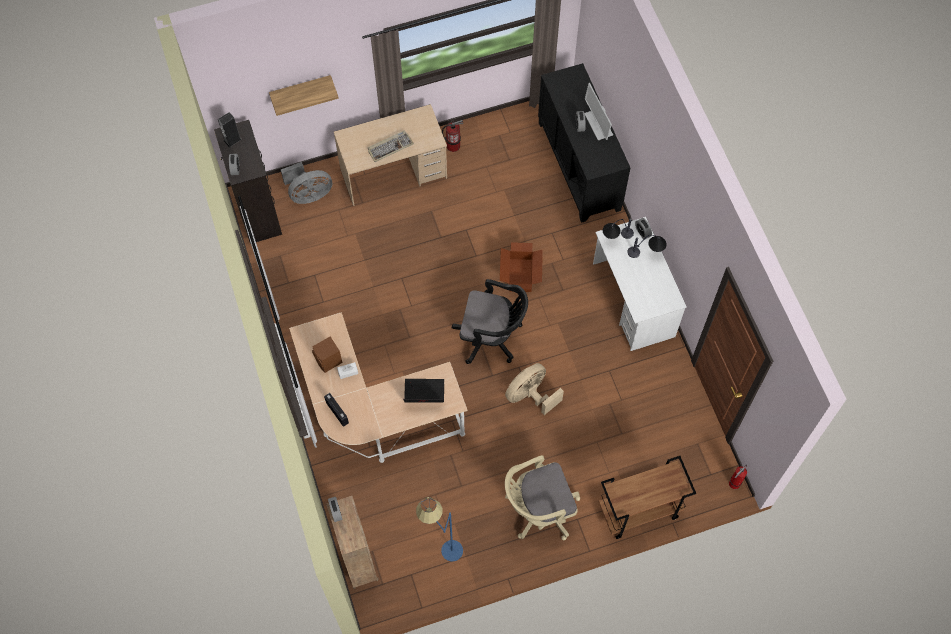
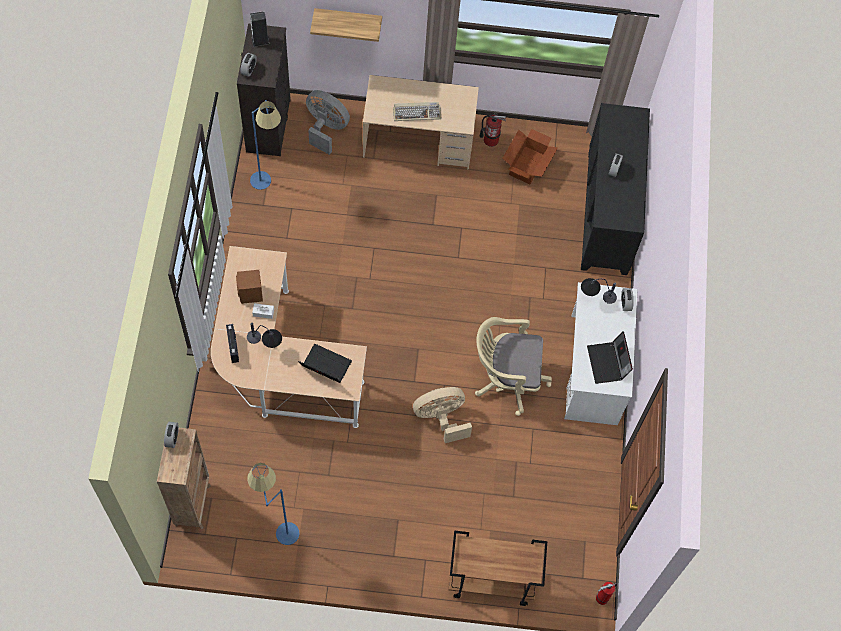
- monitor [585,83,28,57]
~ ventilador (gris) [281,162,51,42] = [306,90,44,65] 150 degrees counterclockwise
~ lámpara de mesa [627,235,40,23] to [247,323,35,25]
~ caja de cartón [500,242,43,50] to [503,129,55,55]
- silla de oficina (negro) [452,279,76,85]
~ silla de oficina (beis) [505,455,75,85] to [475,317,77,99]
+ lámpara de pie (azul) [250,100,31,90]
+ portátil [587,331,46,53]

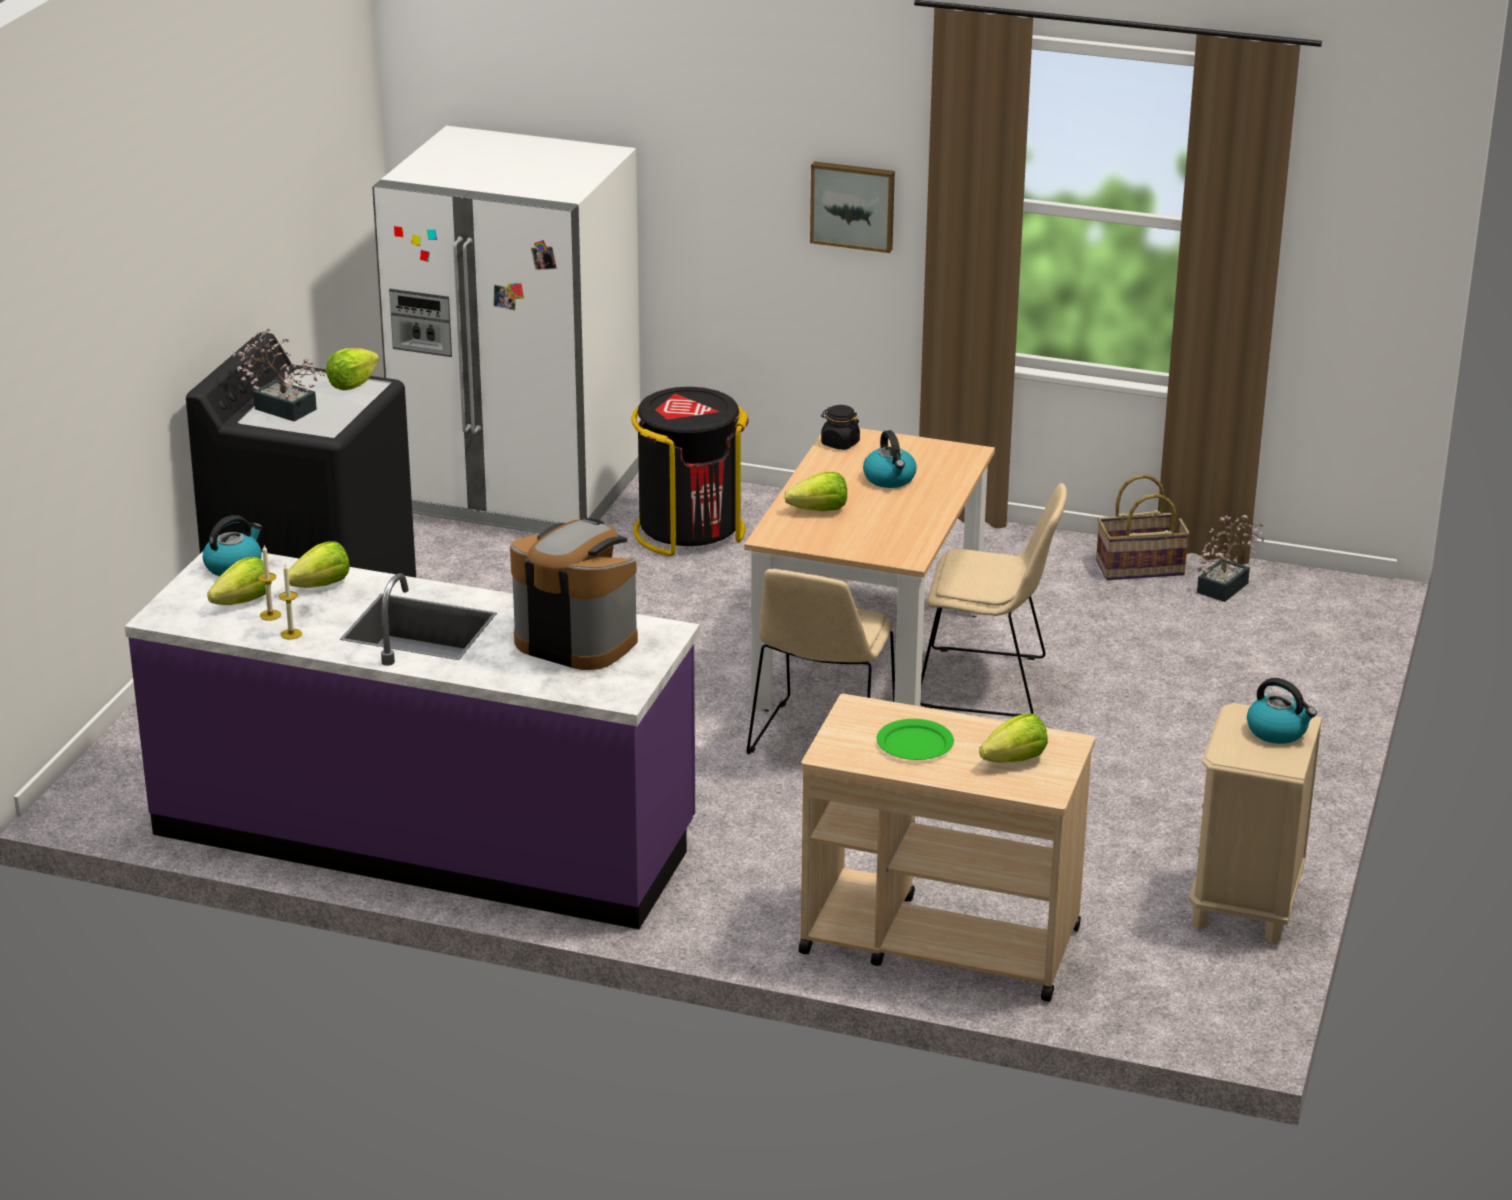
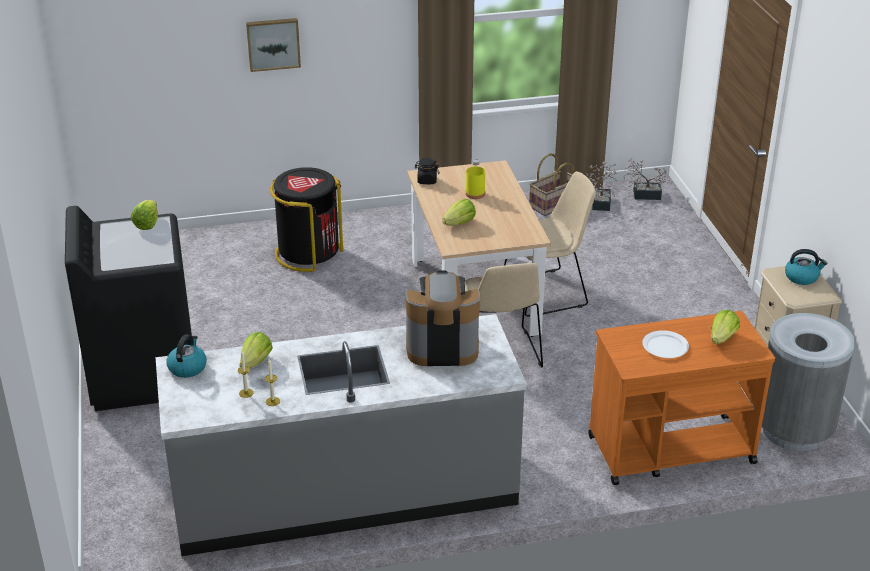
- nevera (blanco) [372,126,268,407]
~ cuadro [810,161,85,92] to [246,18,55,54]
~ planta en maceta [233,329,92,93] to [623,158,47,42]
~ hervidor [863,430,54,58] to botella (amarillo) [466,160,19,39]
~ mueble bajo de cocina (morado) [125,551,575,378] to mueble bajo de cocina (gris) [155,314,372,242]
- lechuga [207,557,65,48]
~ carrito (beis) [798,694,297,308] to carrito (naranja) [588,311,187,174]
~ plato (verde) [877,719,77,41] to plato (blanco) [642,330,47,28]
+ papelera (gris) [762,313,93,138]

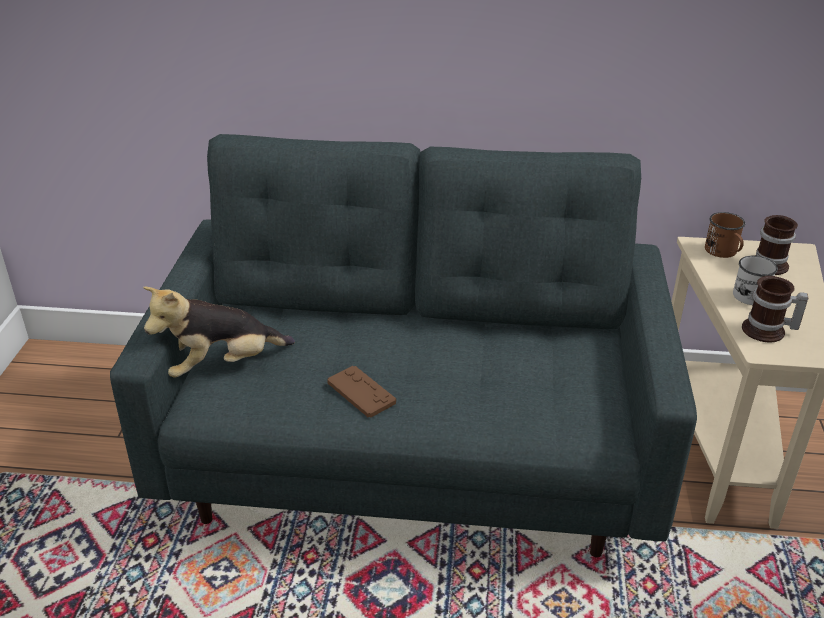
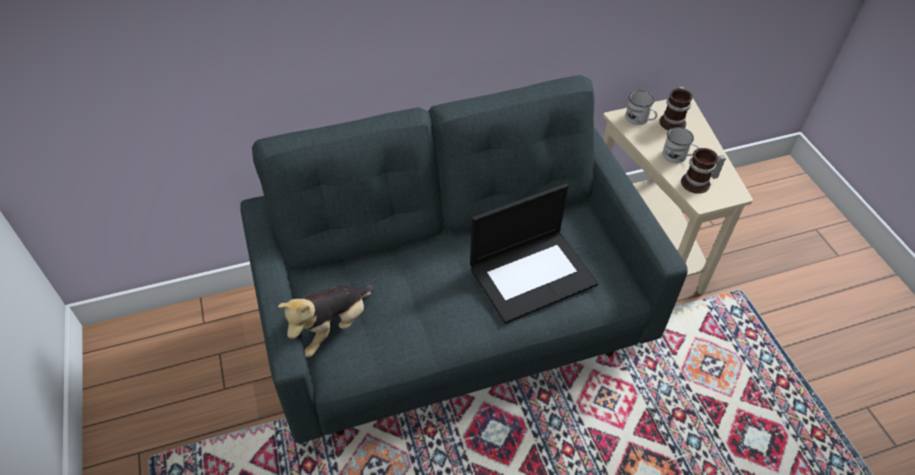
~ taza grande (marrón) [705,212,40,46] to taza grande (blanco) [625,91,32,34]
- mando de consola (marrón) [327,366,69,52]
+ portátil [470,183,128,141]

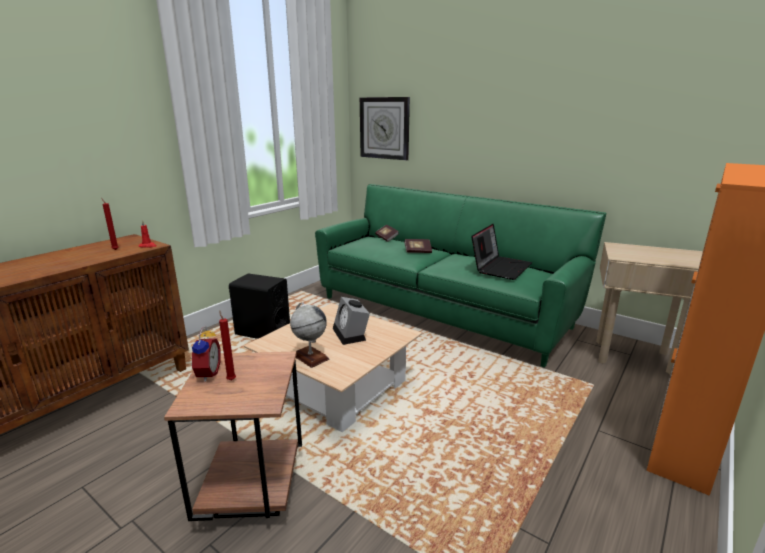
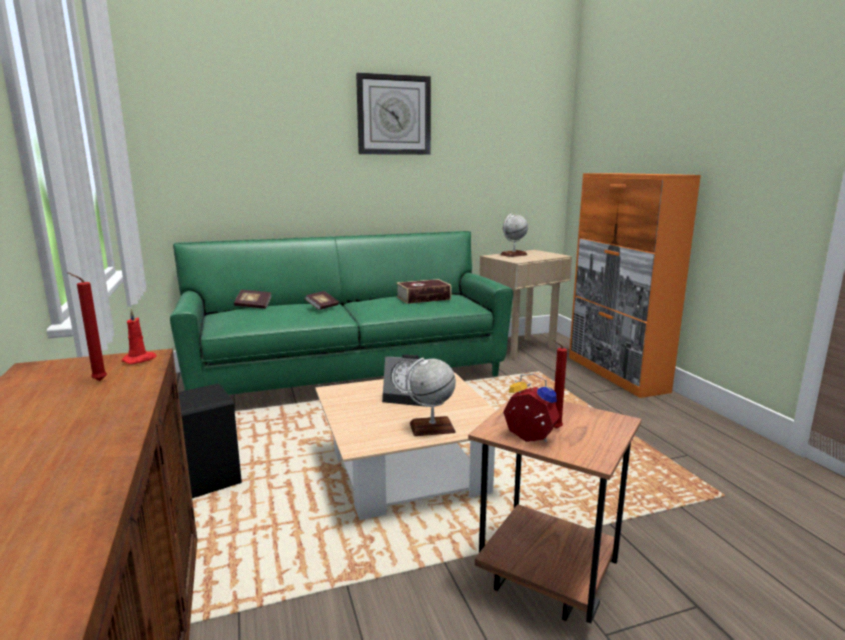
~ reloj de pared [360,97,50,63] to [356,73,75,82]
~ portátil [471,224,61,56] to libro [396,279,56,25]
+ globo terráqueo [500,214,28,43]

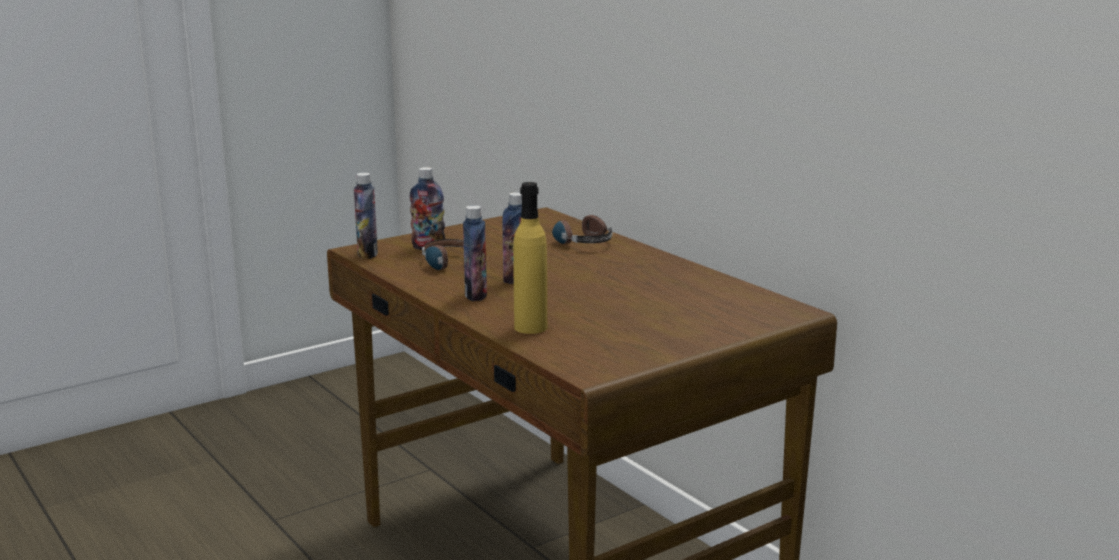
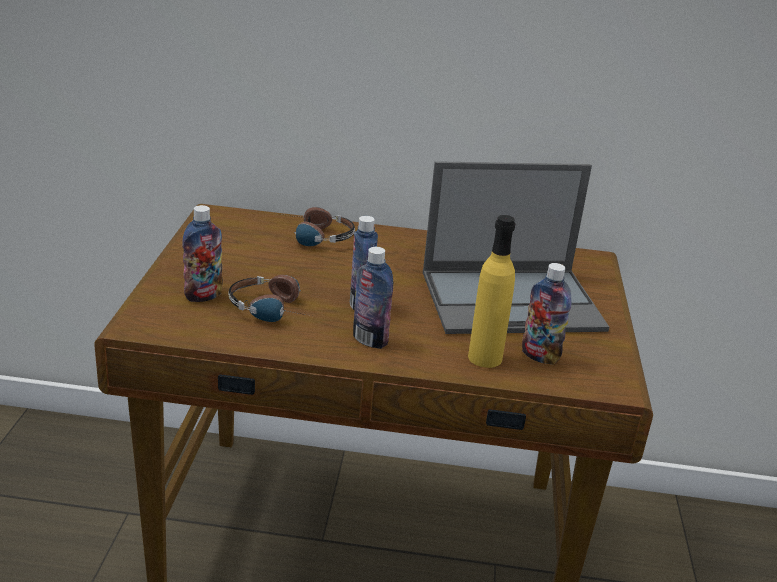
~ botella [354,172,24,87] to [522,263,50,102]
+ portátil [423,161,186,173]

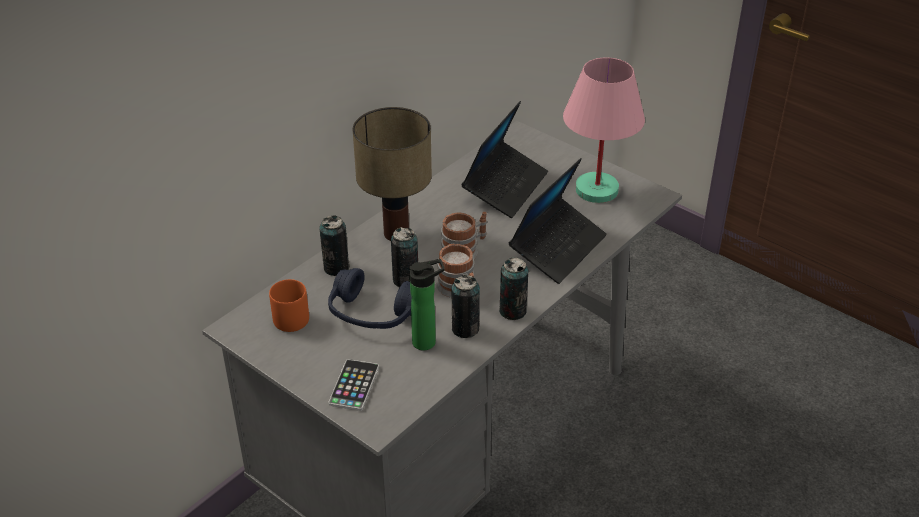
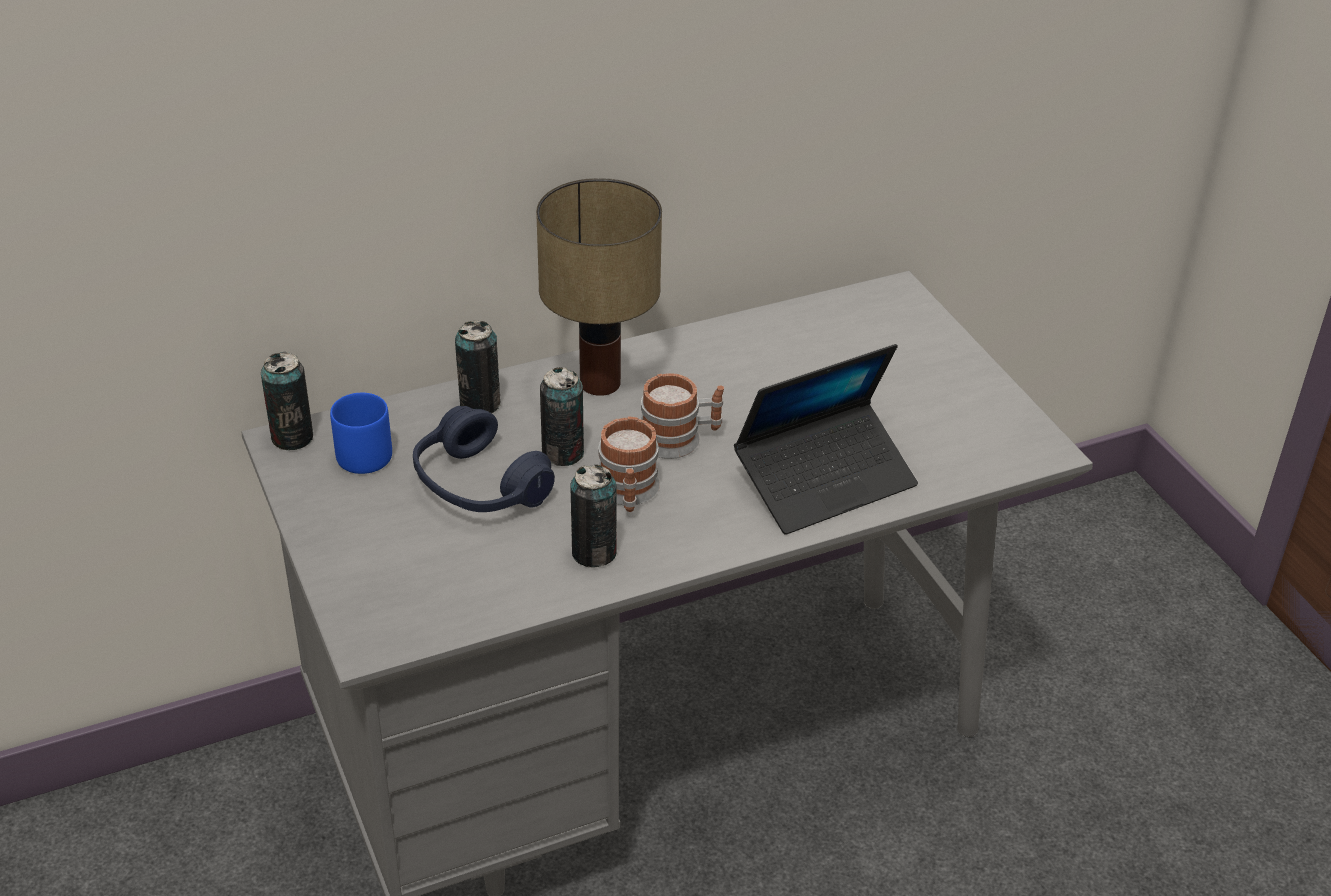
- lámpara de mesa (rosa) [563,57,82,146]
- portátil [461,101,87,117]
~ lata [499,257,29,63] to [261,352,52,98]
- botella [409,259,36,91]
~ taza grande (naranja) [269,279,40,53] to taza grande (azul) [330,393,62,81]
- móvil [328,359,51,52]

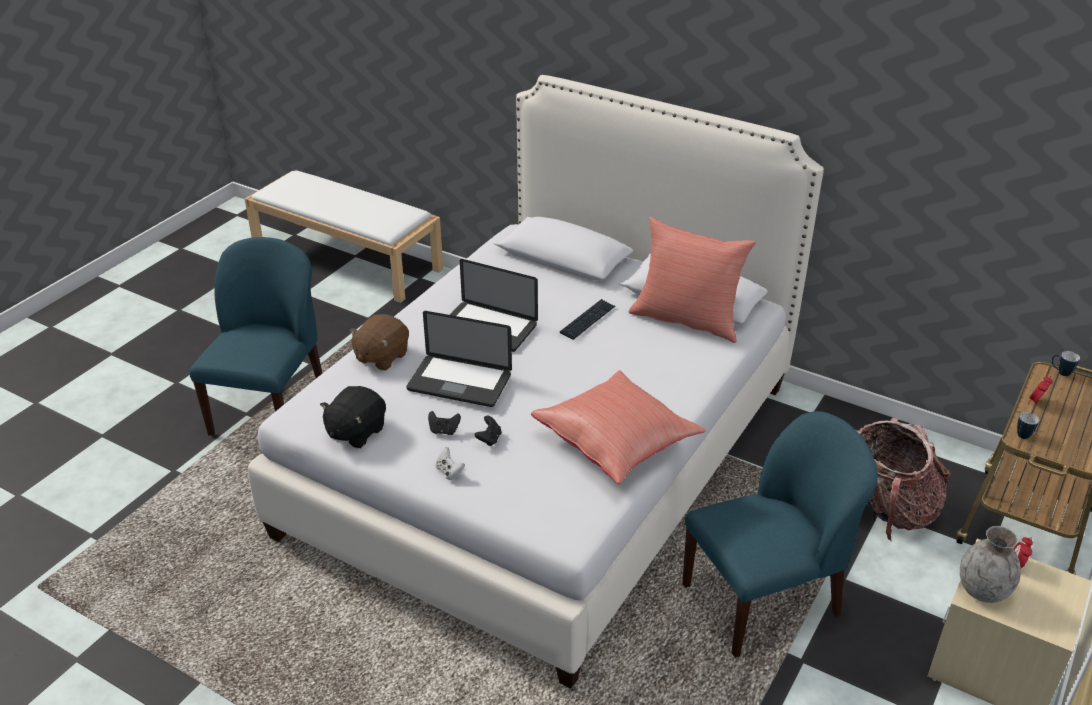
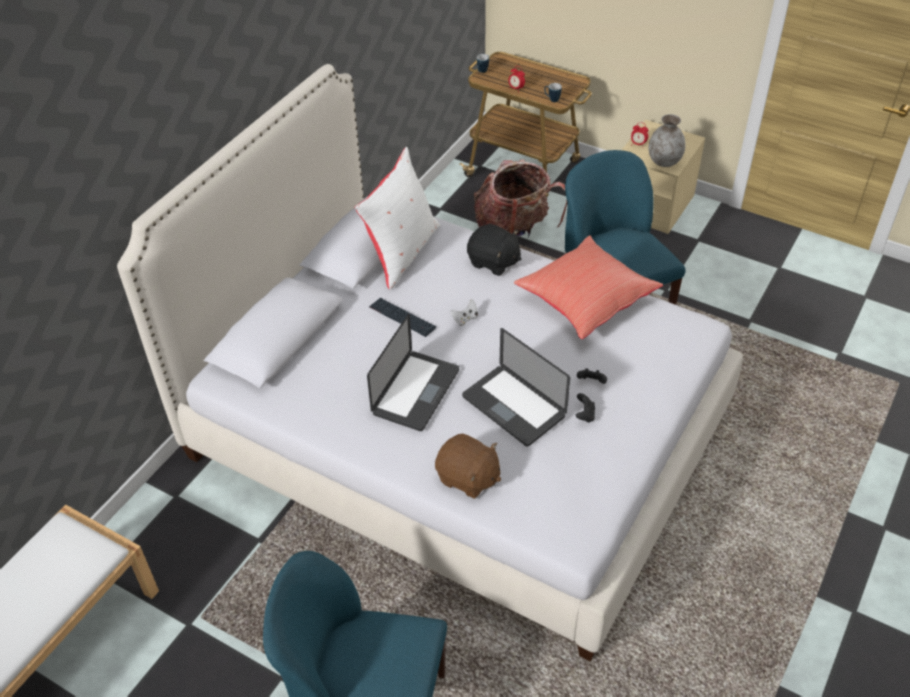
~ cojín (rojo) [629,217,127,126] to cojín (blanco) [355,147,85,143]
~ portátil [406,311,106,96] = [462,328,108,119] 120 degrees clockwise
~ peluche (negro) [320,386,66,62] to [467,224,55,52]
~ mando de consola (blanco) [435,447,30,33] to [450,299,28,27]

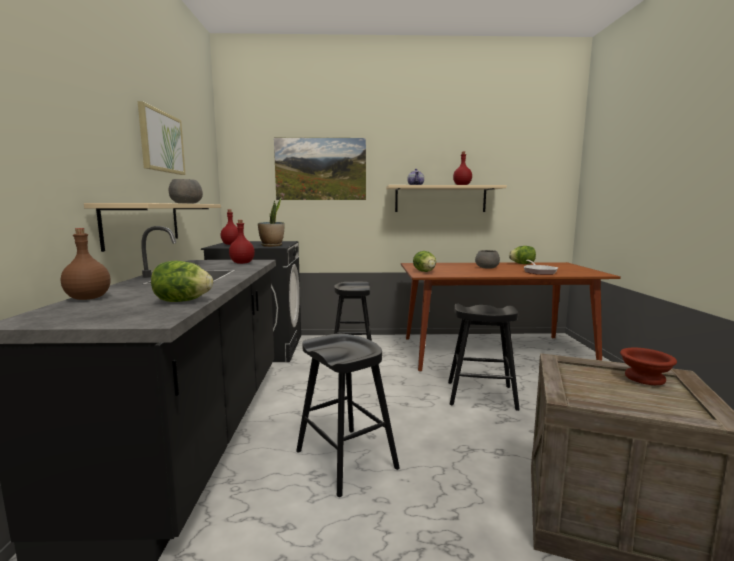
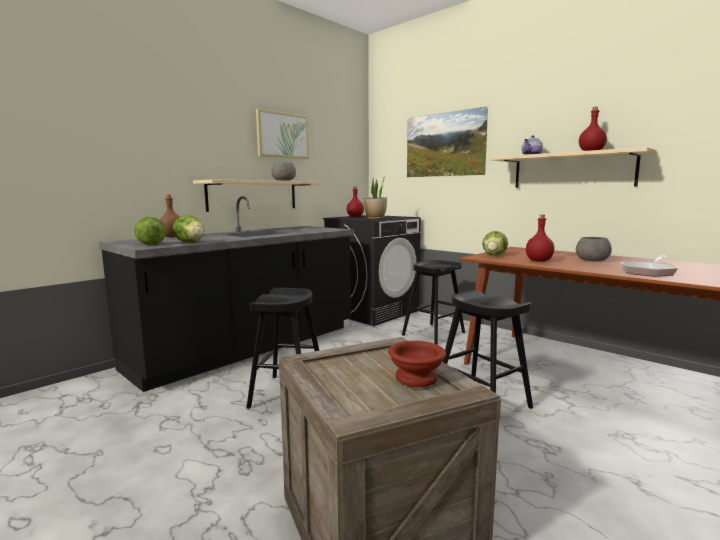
~ botella (rojo) [229,220,26,44] to [526,215,28,47]
~ lechuga [509,246,27,18] to [134,217,32,28]

